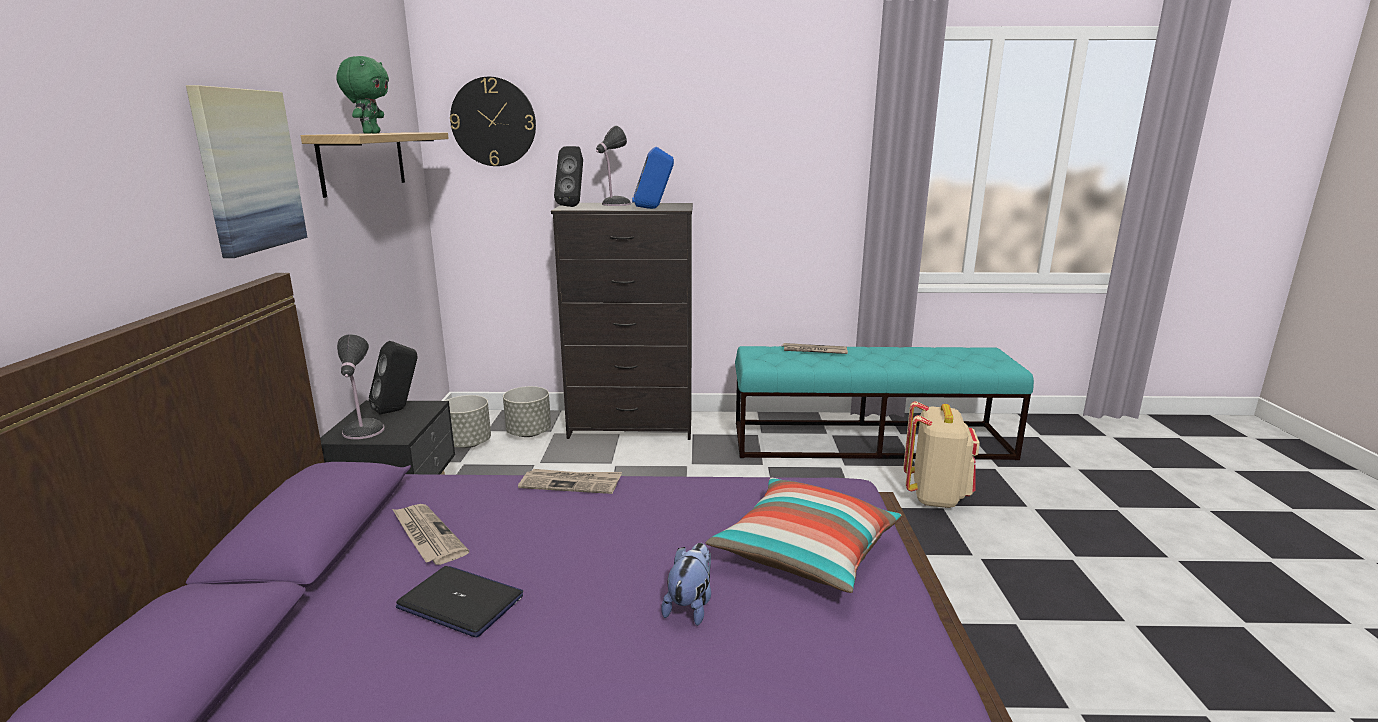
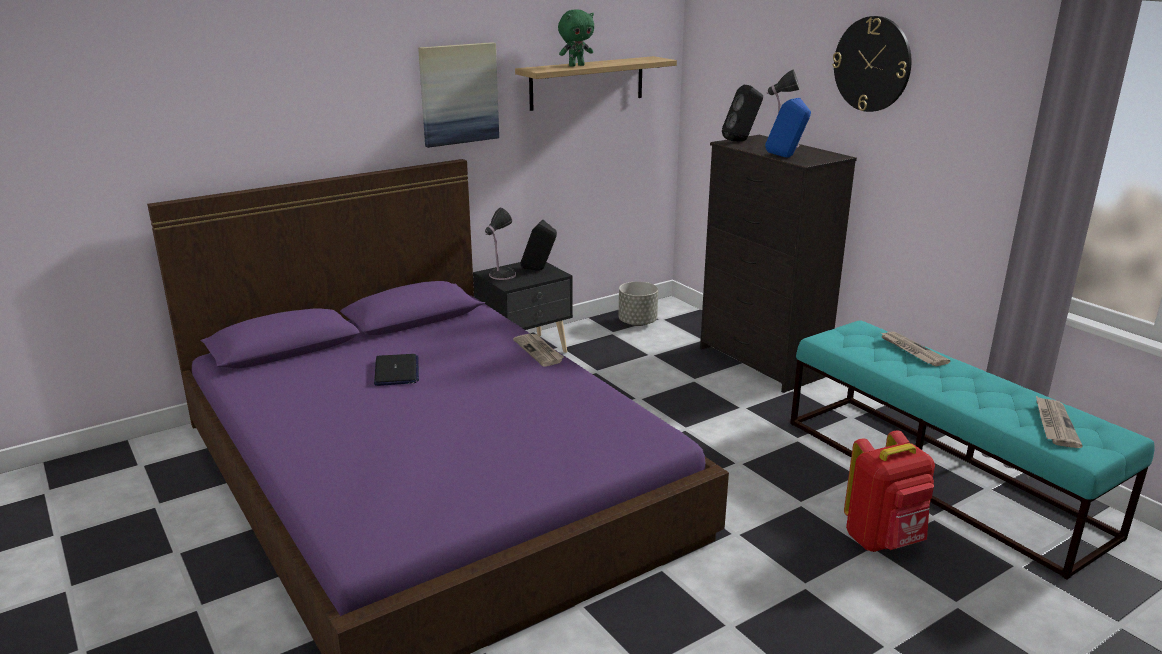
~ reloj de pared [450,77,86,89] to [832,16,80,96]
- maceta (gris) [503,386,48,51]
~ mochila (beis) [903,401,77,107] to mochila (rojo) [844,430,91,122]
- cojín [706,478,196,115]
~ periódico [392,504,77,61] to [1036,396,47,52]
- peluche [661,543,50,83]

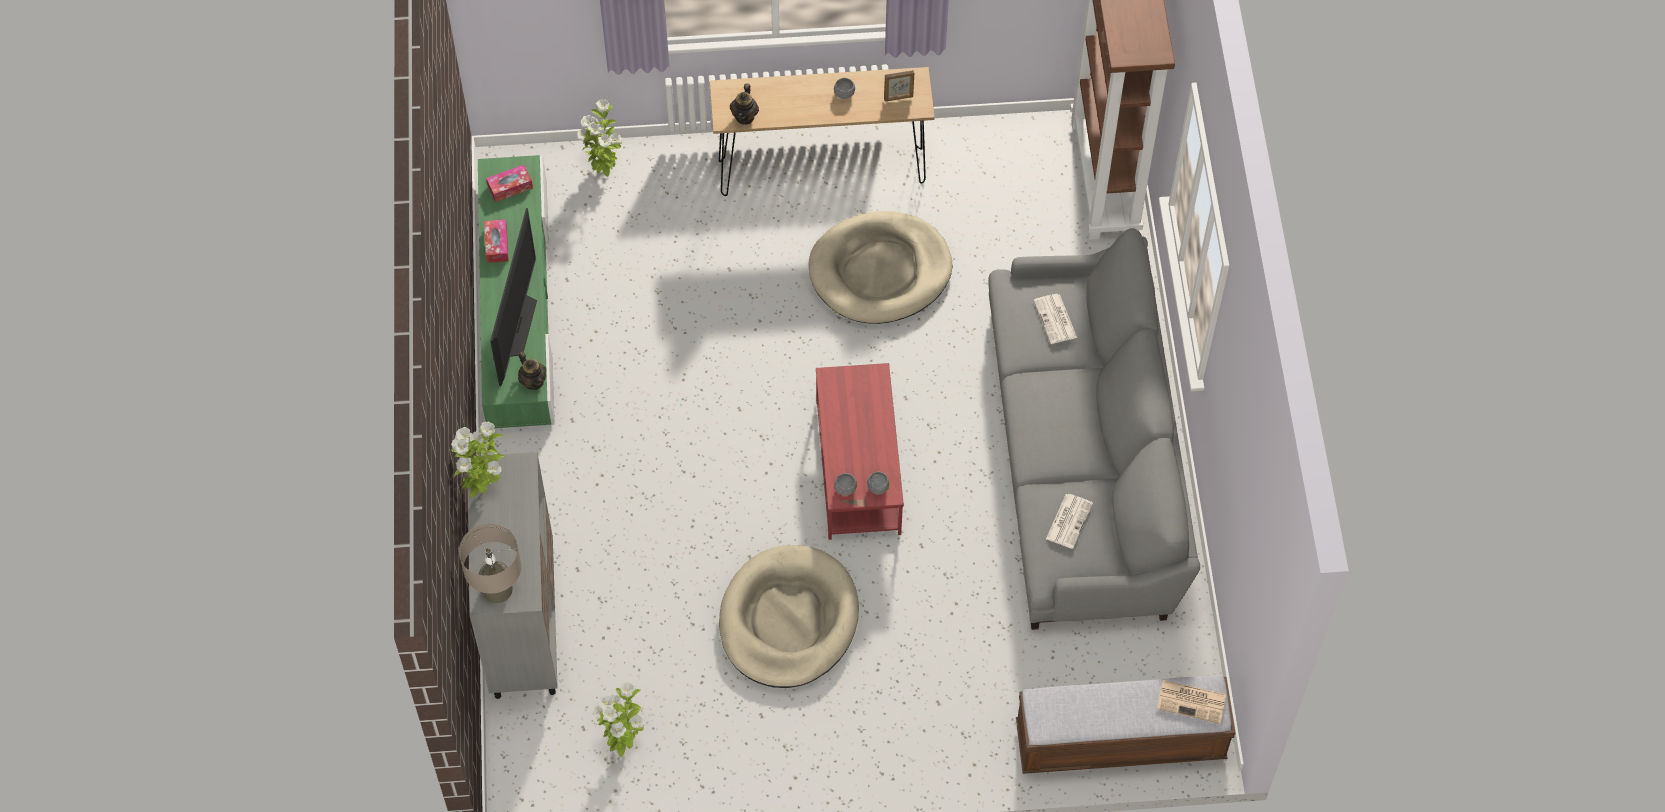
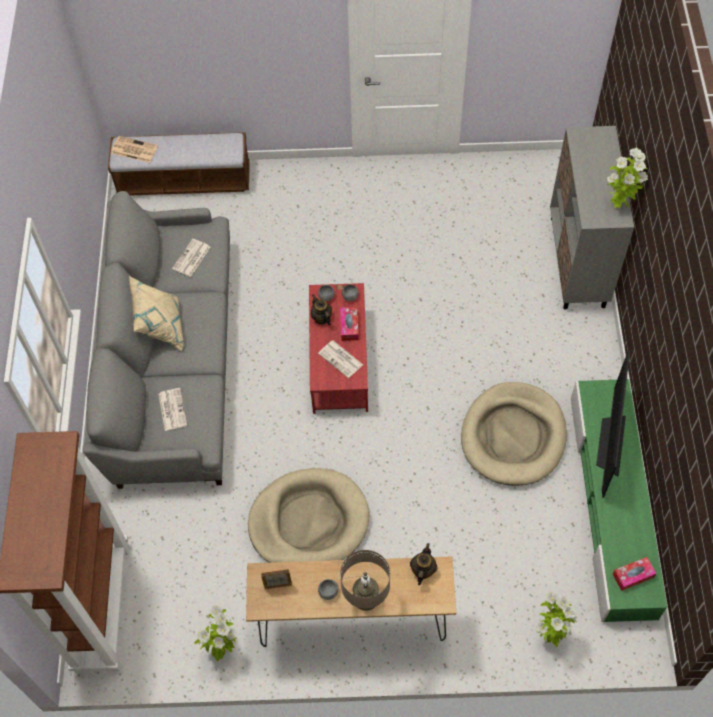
~ caja de pañuelos [484,219,25,44] to [340,307,19,34]
~ tetera [518,352,28,38] to [311,294,21,31]
~ lámpara de mesa (beis) [459,524,62,79] to [340,550,50,61]
~ cama para perro (beis) [719,545,140,143] to [461,382,106,103]
~ planta en maceta [593,682,52,74] to [194,605,44,56]
+ cojín (beis) [129,276,55,75]
+ periódico [318,341,45,37]

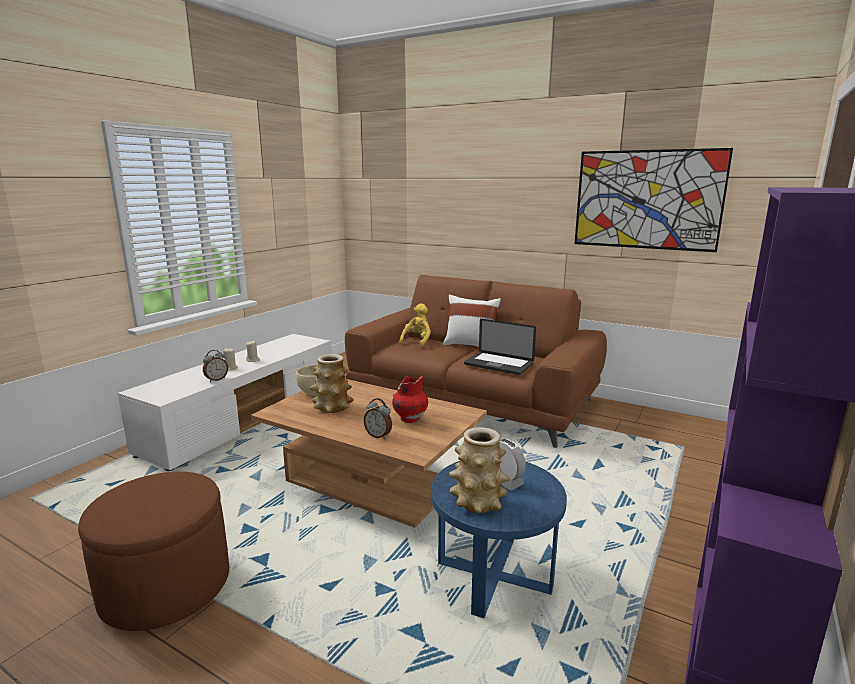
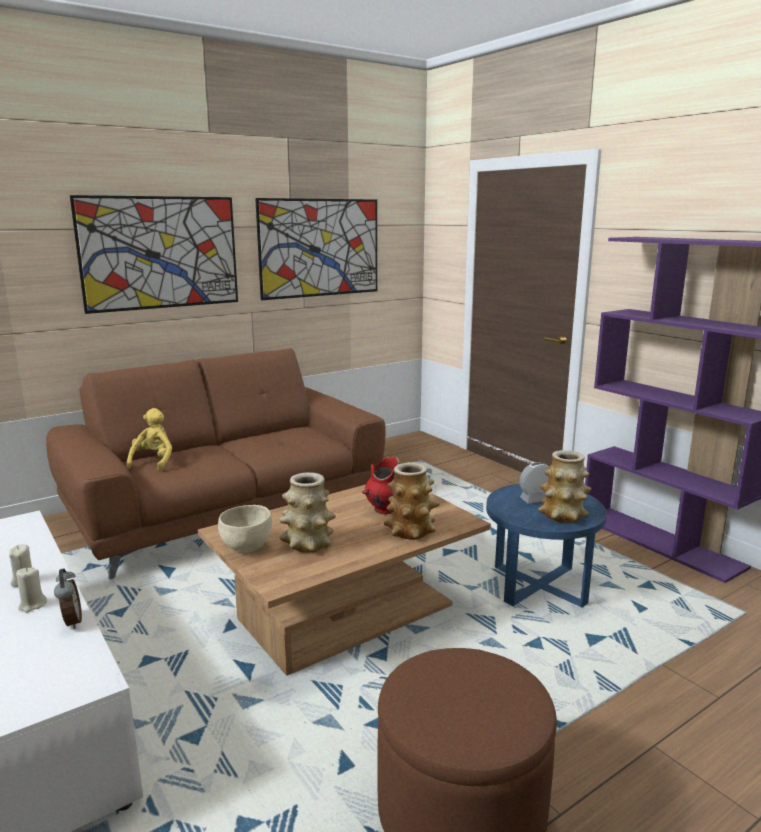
- cojín (blanco) [443,294,58,53]
~ peluche (amarillo) [399,303,32,45] = [126,408,46,64] 45 degrees clockwise
- portátil [464,319,72,56]
~ despertador [364,398,28,41] to florero [384,462,56,78]
+ cuadro [70,195,168,119]

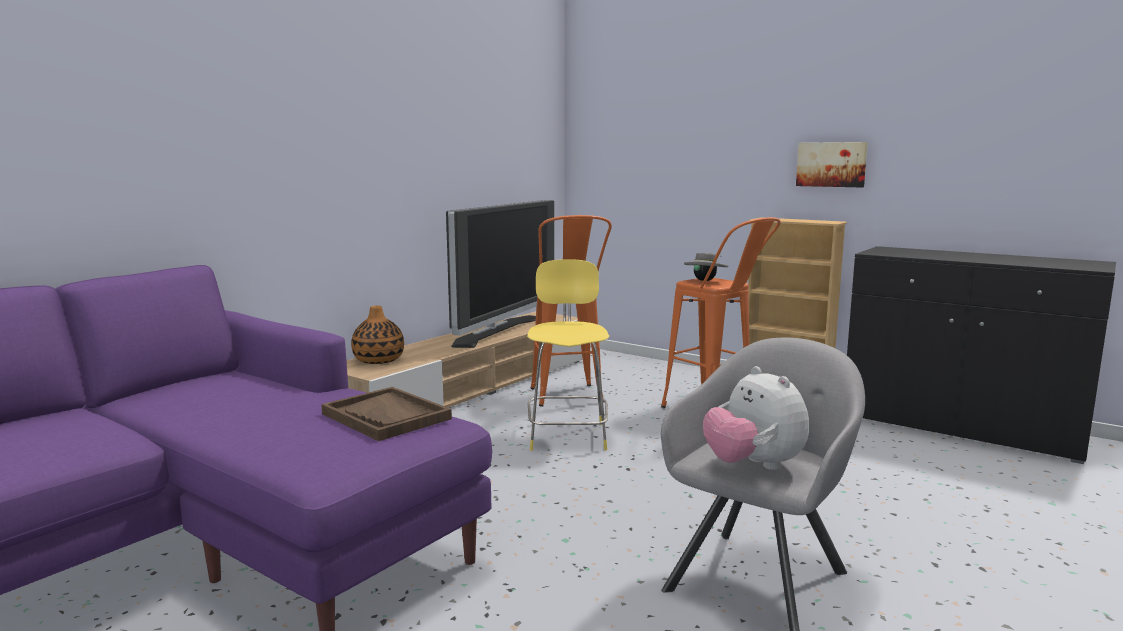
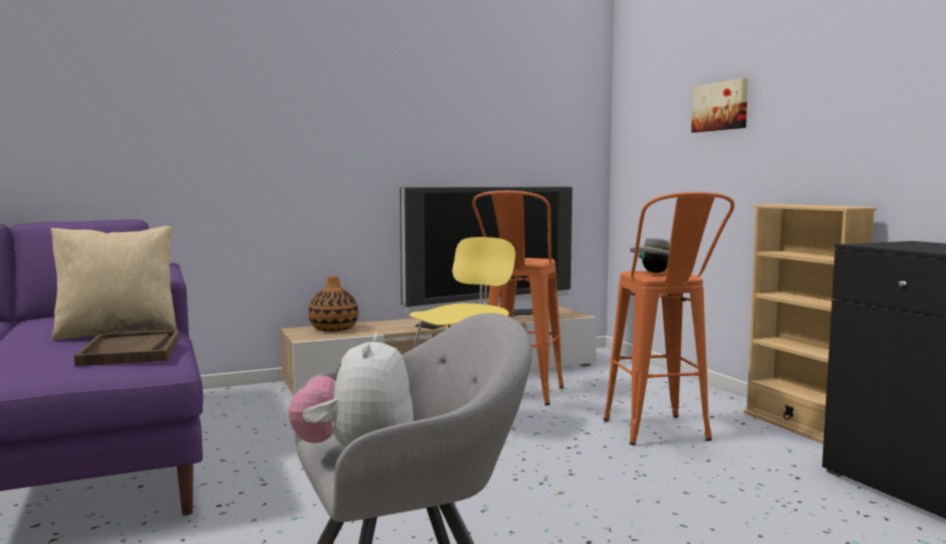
~ cuadro [796,142,72,45] to [691,78,57,54]
+ cojín (beis) [50,226,127,115]

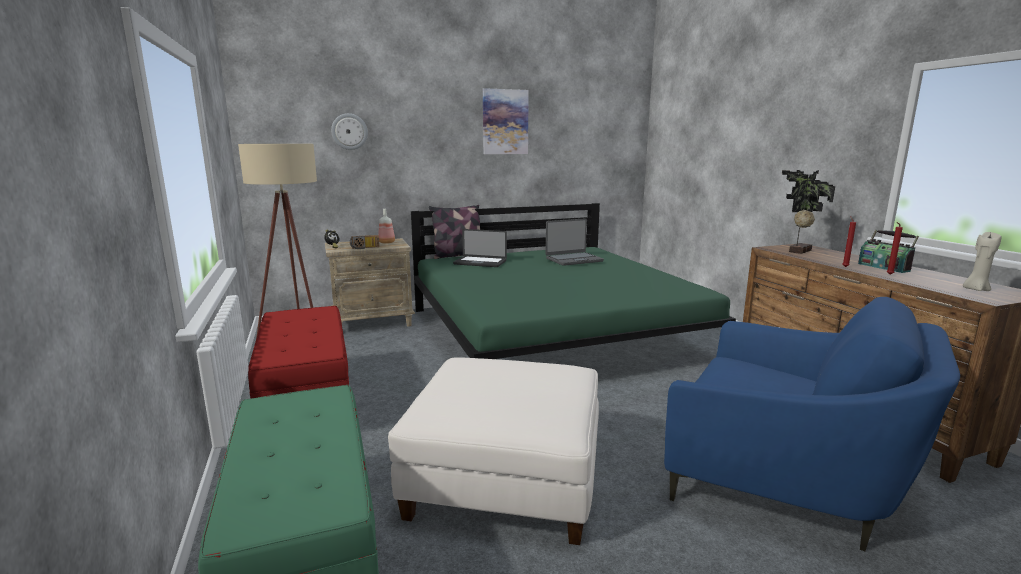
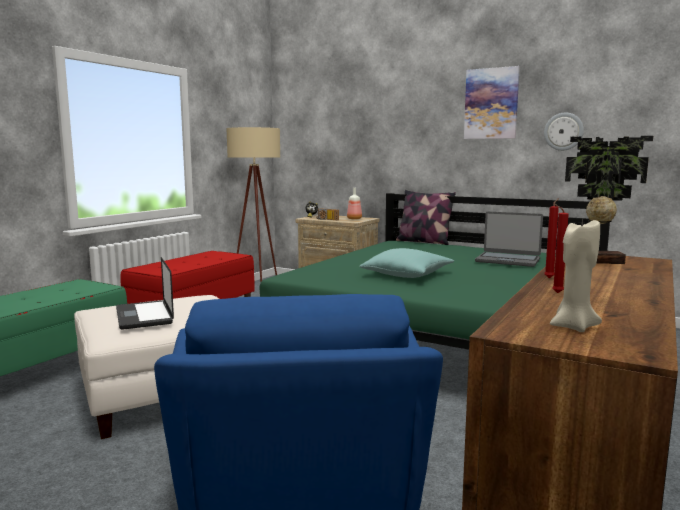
~ reloj de pared [331,113,37,37] to [544,113,40,38]
~ portátil [453,229,54,38] to [116,257,58,73]
- radio [858,230,61,43]
+ cojín (turquesa) [360,248,94,30]

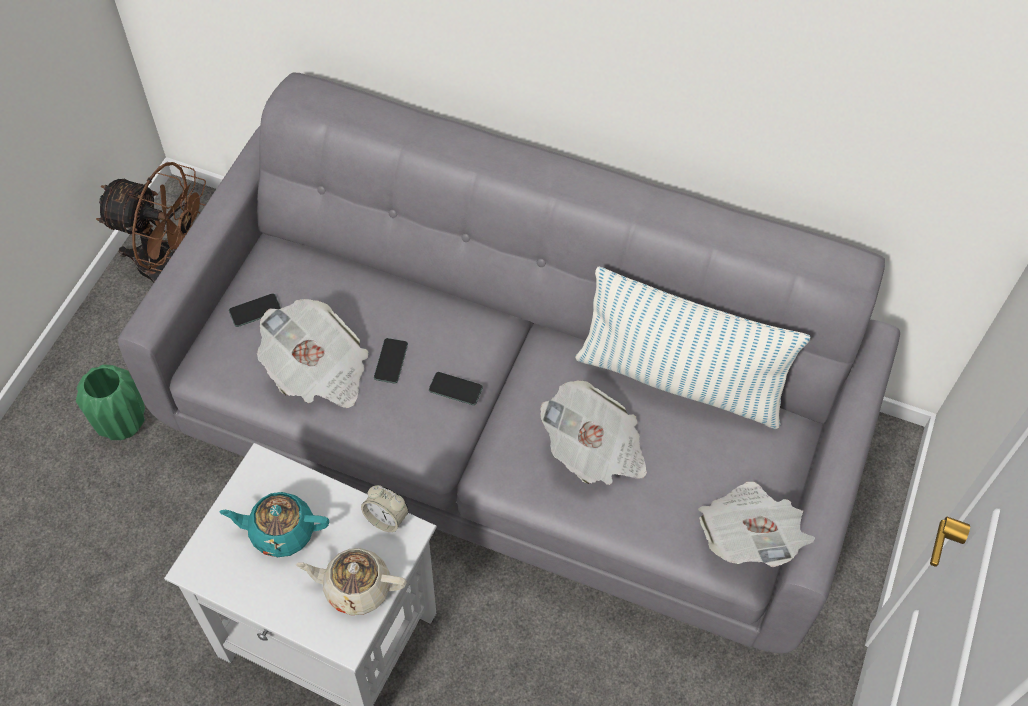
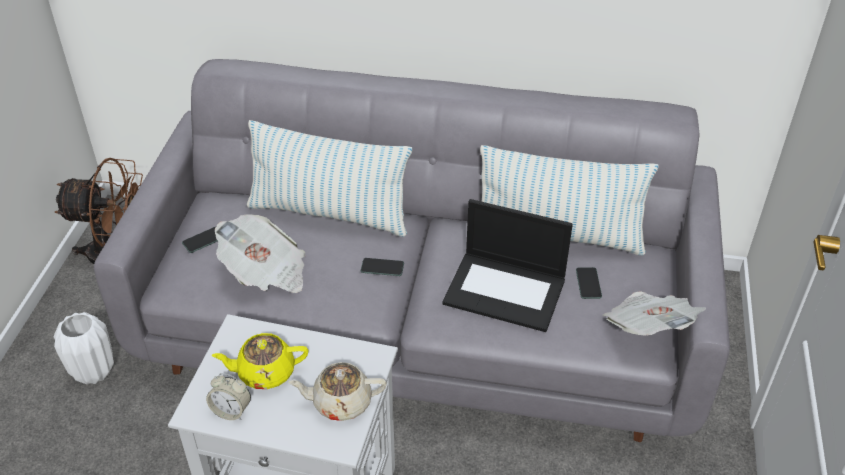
~ móvil [374,338,34,45] to [576,267,26,32]
~ florero (verde) [76,364,69,76] to florero (blanco) [53,312,61,72]
~ periódico [540,380,107,105] to portátil [443,199,130,133]
~ despertador [361,485,48,47] to [206,373,45,47]
~ tetera (turquesa) [220,492,109,65] to tetera (amarillo) [211,333,98,56]
+ cojín [247,120,165,117]

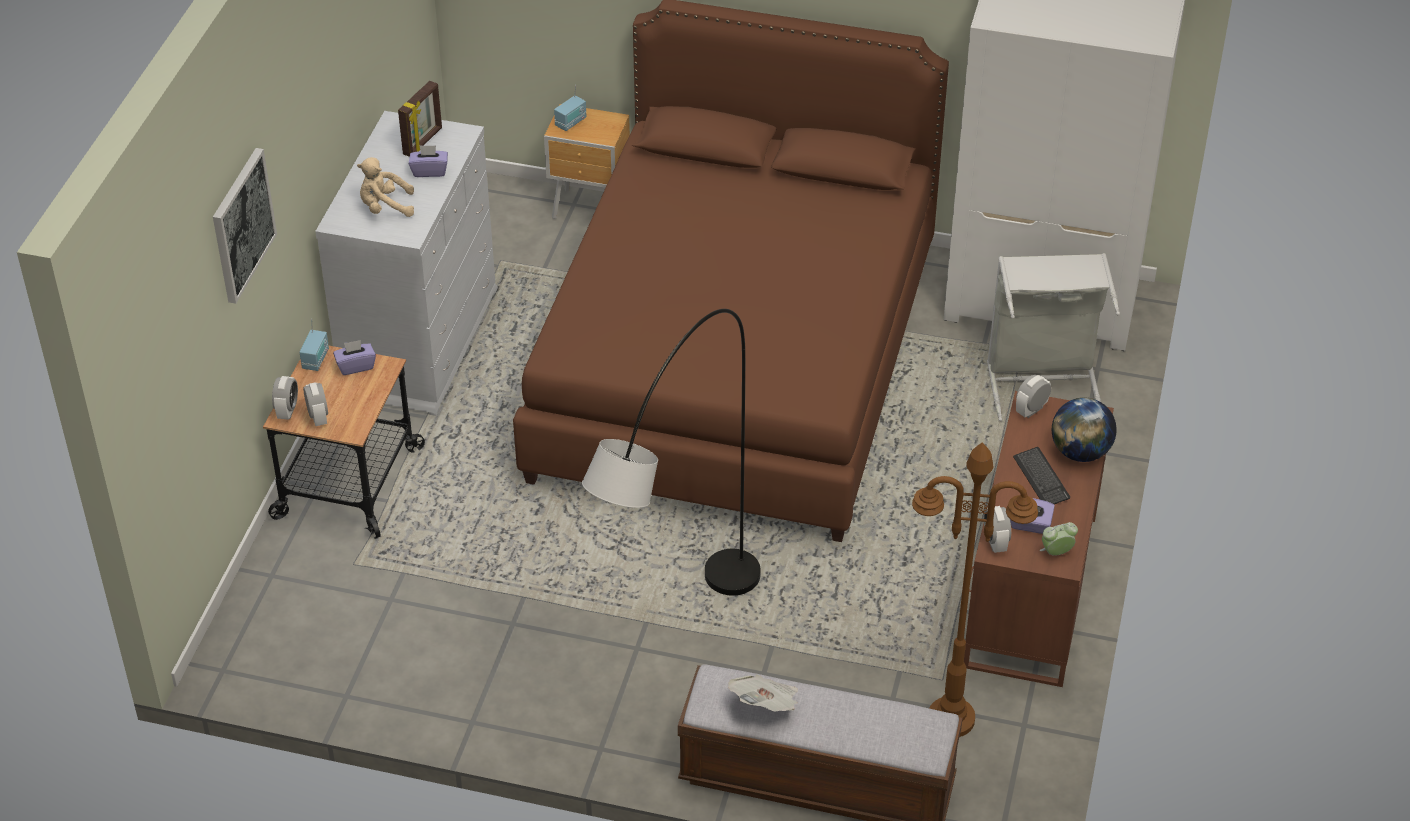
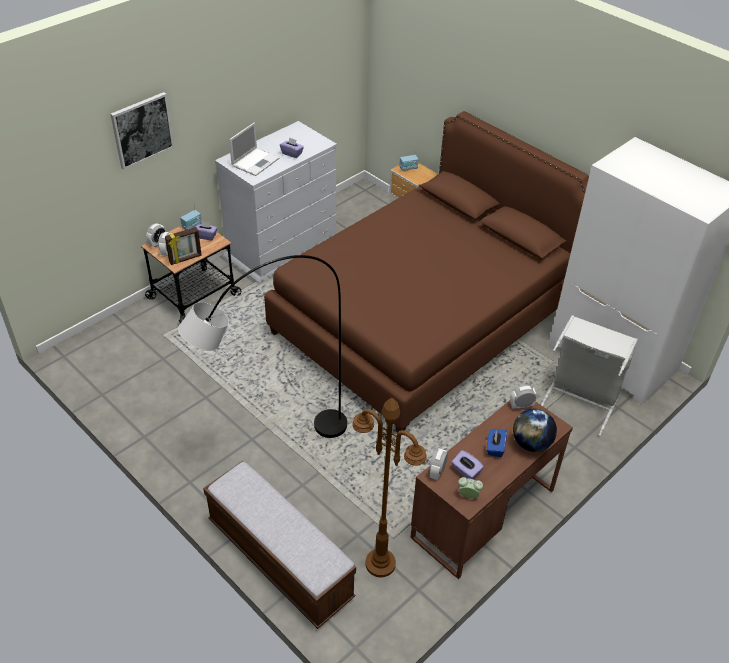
~ portarretratos [398,81,44,76] to [165,227,37,38]
~ peluche (beis) [357,157,57,60] to portátil [229,123,51,53]
~ teclado [1013,447,57,57] to caja de pañuelos (azul) [487,430,20,27]
- periódico [728,675,70,37]

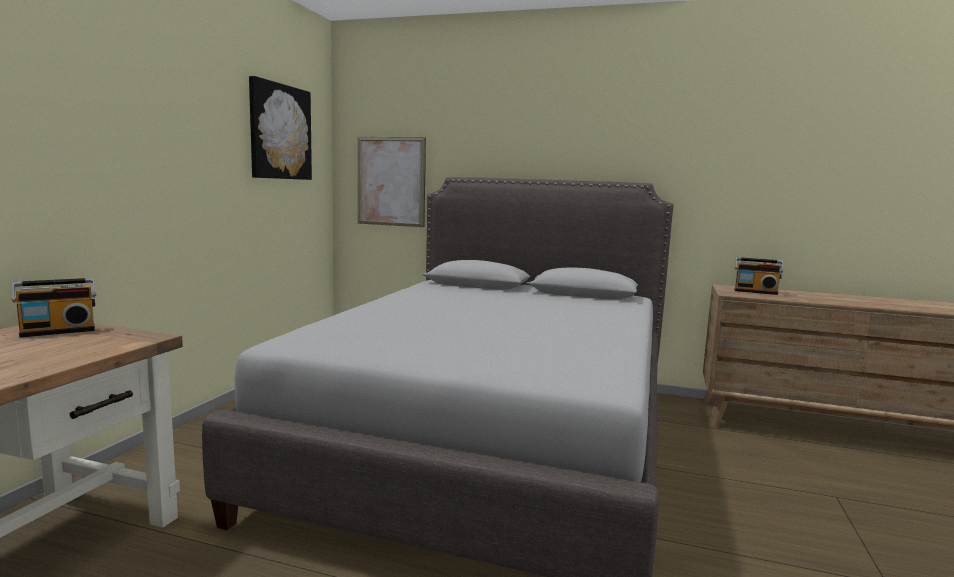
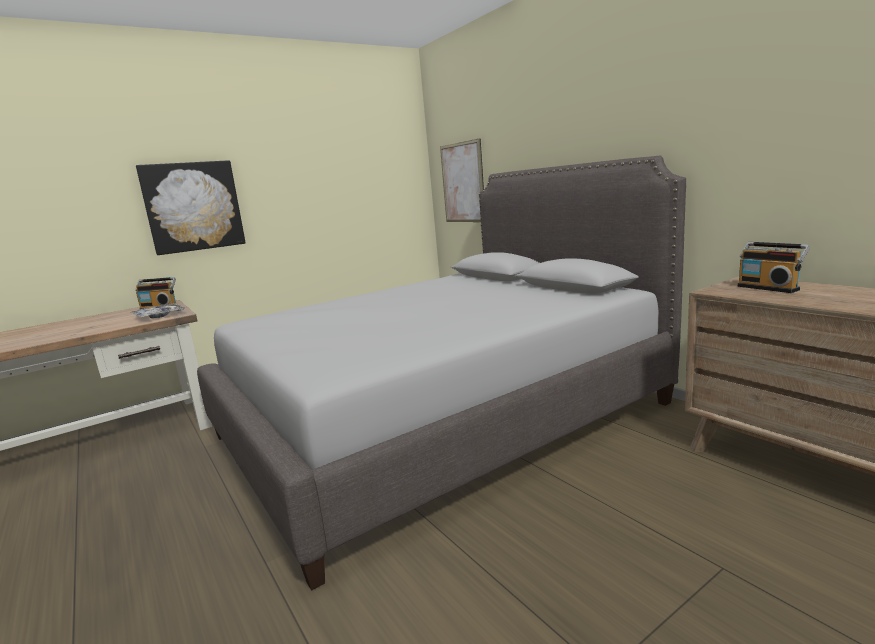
~ cuadro [249,76,63,104] to [136,160,110,95]
+ bandeja [132,303,54,15]

